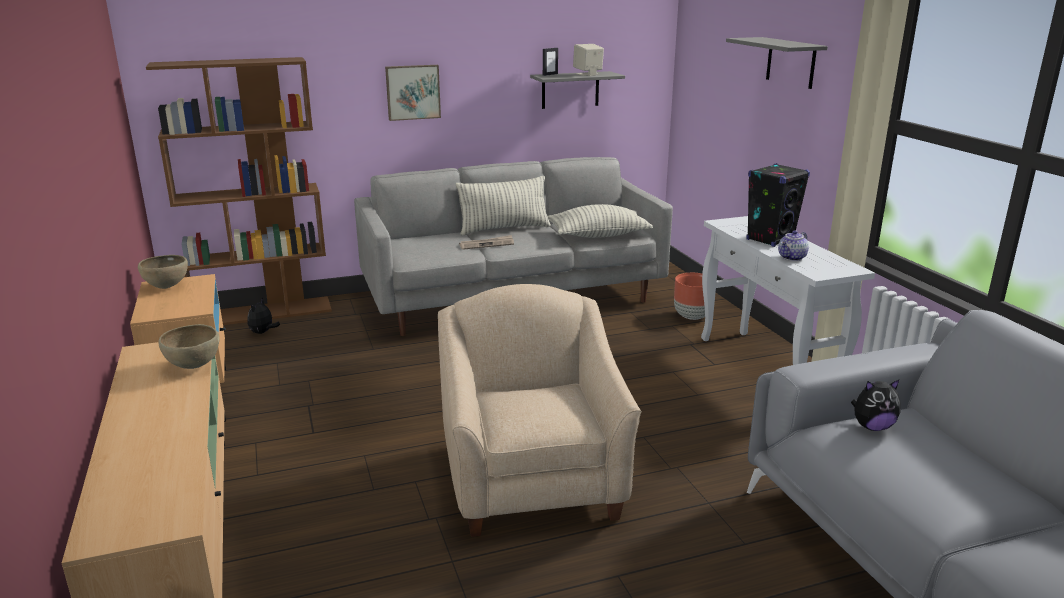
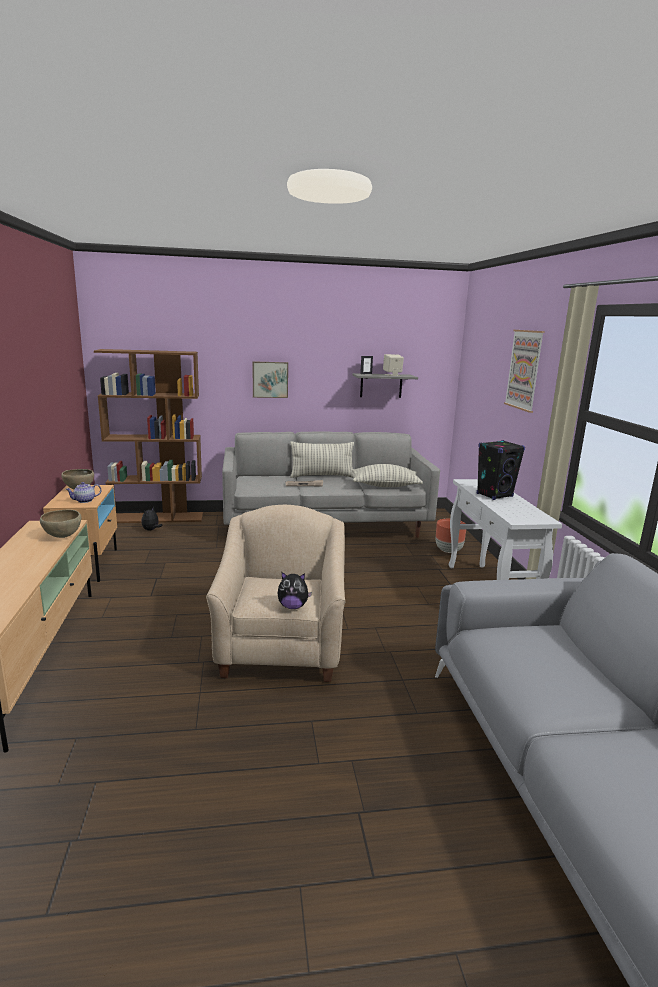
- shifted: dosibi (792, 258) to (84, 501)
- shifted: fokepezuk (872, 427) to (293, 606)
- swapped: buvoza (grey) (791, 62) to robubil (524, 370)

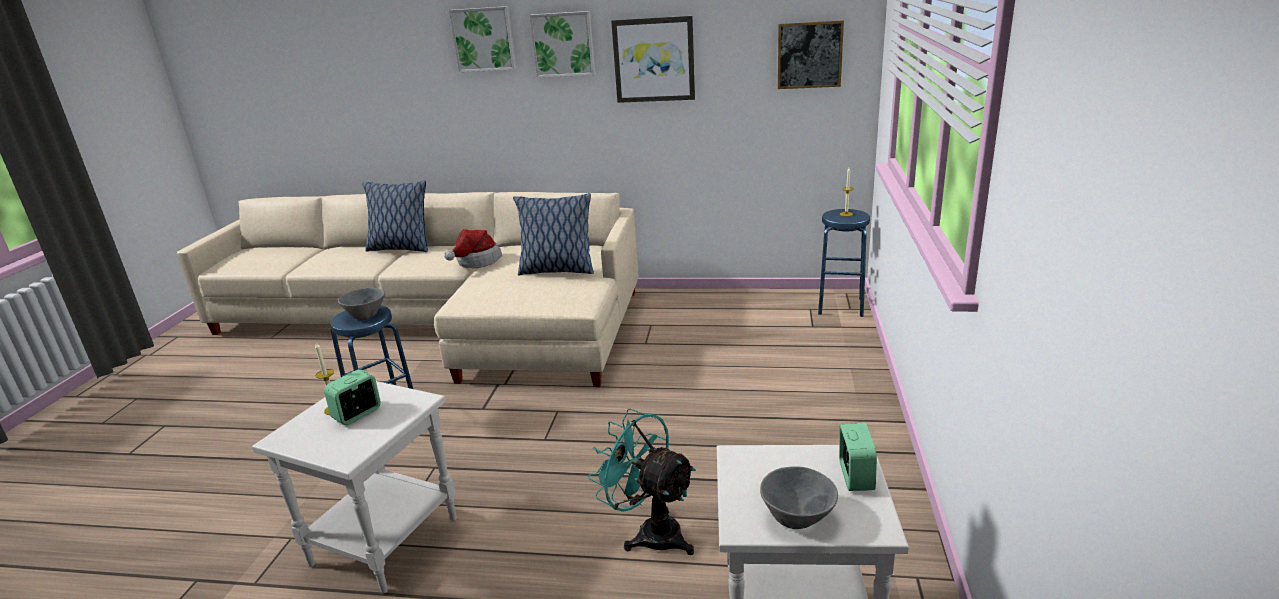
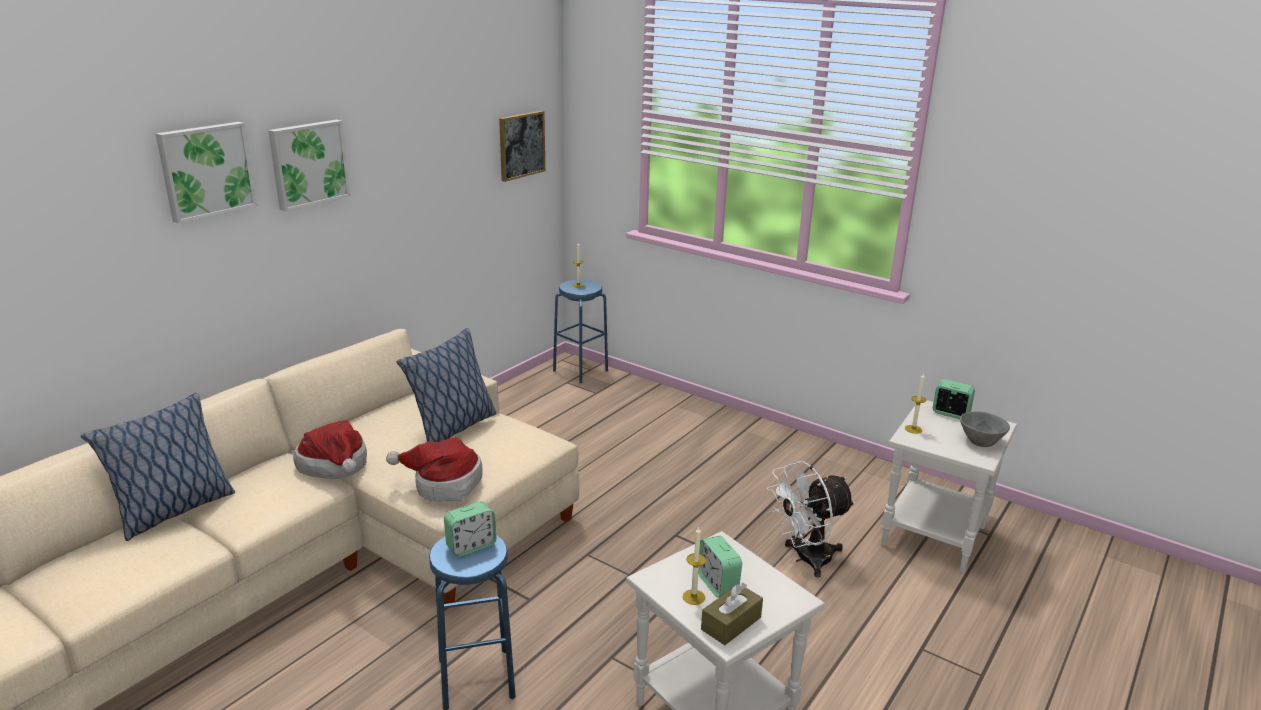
- new: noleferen (443, 484)
- swapped: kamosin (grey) (367, 315) to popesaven (471, 546)
- new: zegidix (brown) (731, 623)
- repainted: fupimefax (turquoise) (650, 532) to fupimefax (white) (805, 559)
- new: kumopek (913, 429)
- gone: robubil (654, 60)

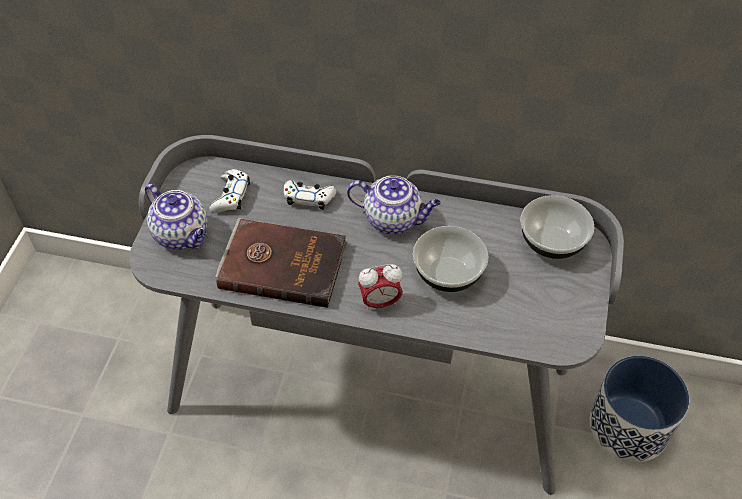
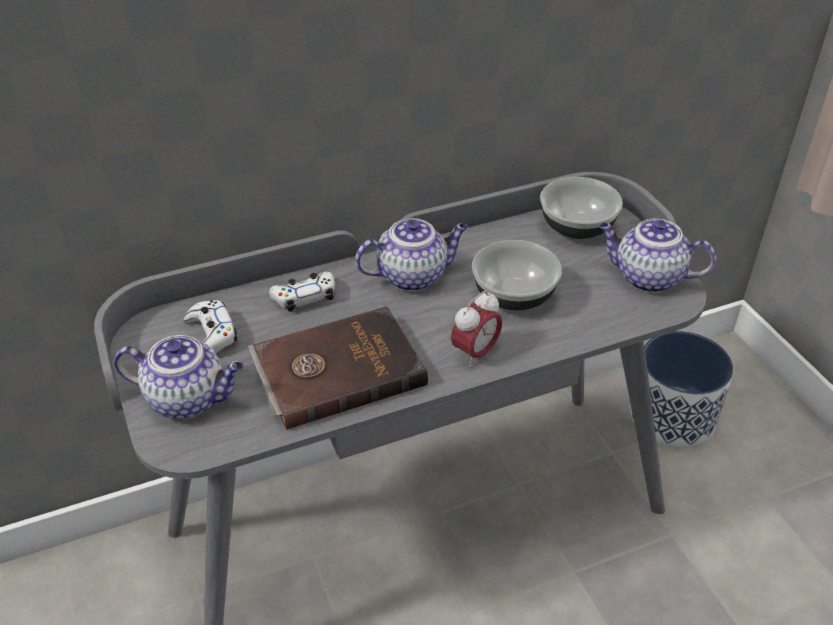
- new: dosibi (647, 278)

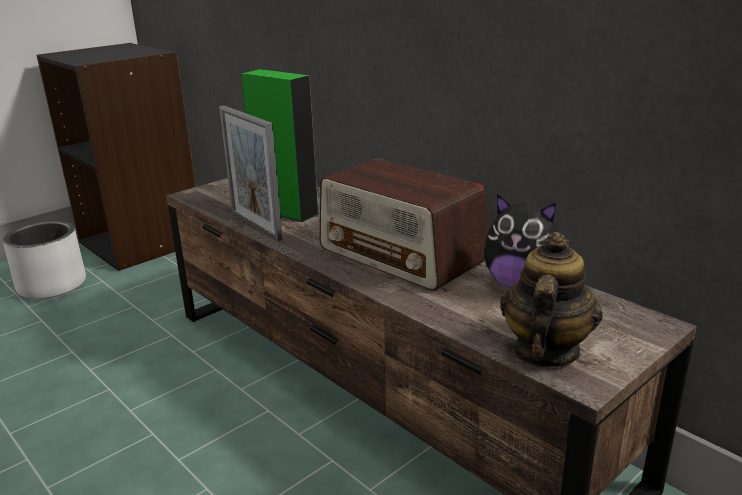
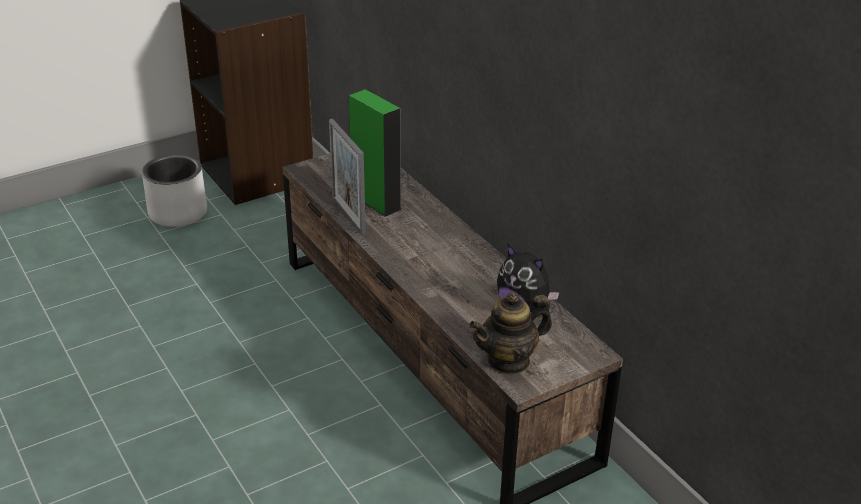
- rotated: dosibi (544, 351) = (509, 361) 150 degrees counterclockwise
- gone: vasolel (401, 255)

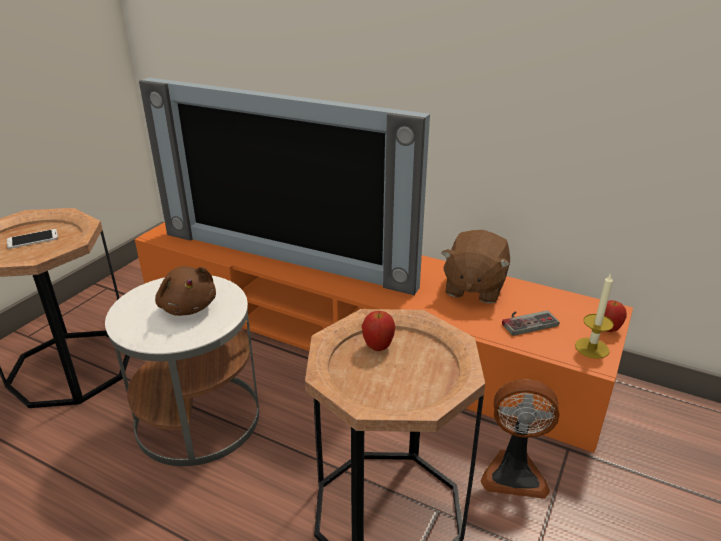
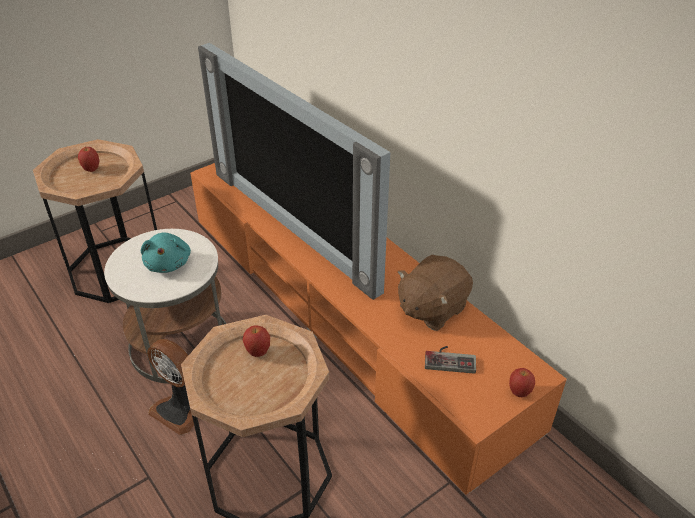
- swapped: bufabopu (32, 239) to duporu (91, 169)
- repainted: fokepezuk (brown) (188, 307) to fokepezuk (turquoise) (168, 263)
- shifted: fupimefax (514, 473) to (180, 409)
- gone: kumopek (592, 348)

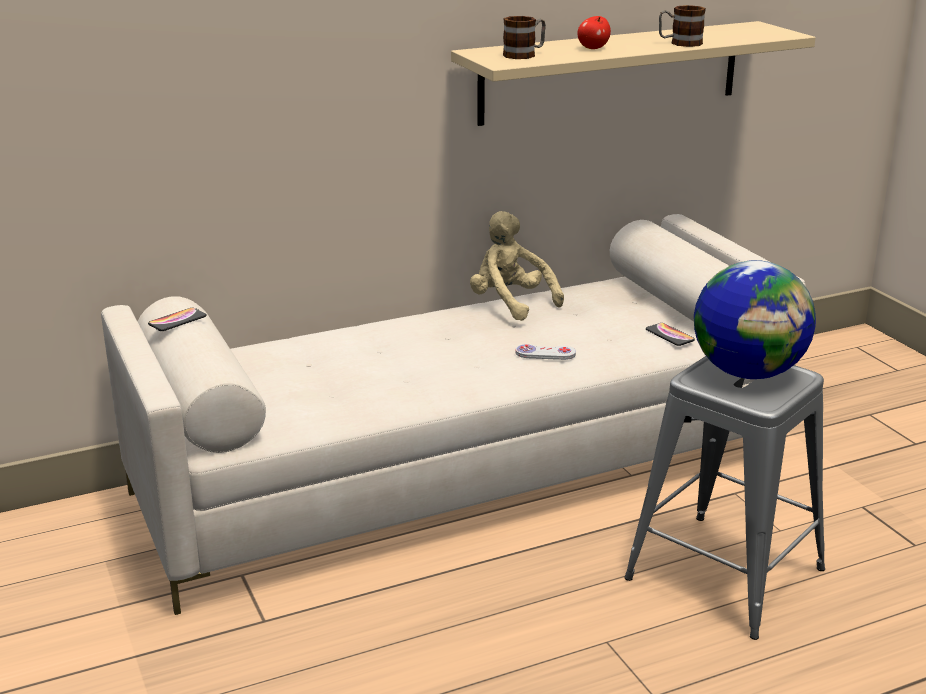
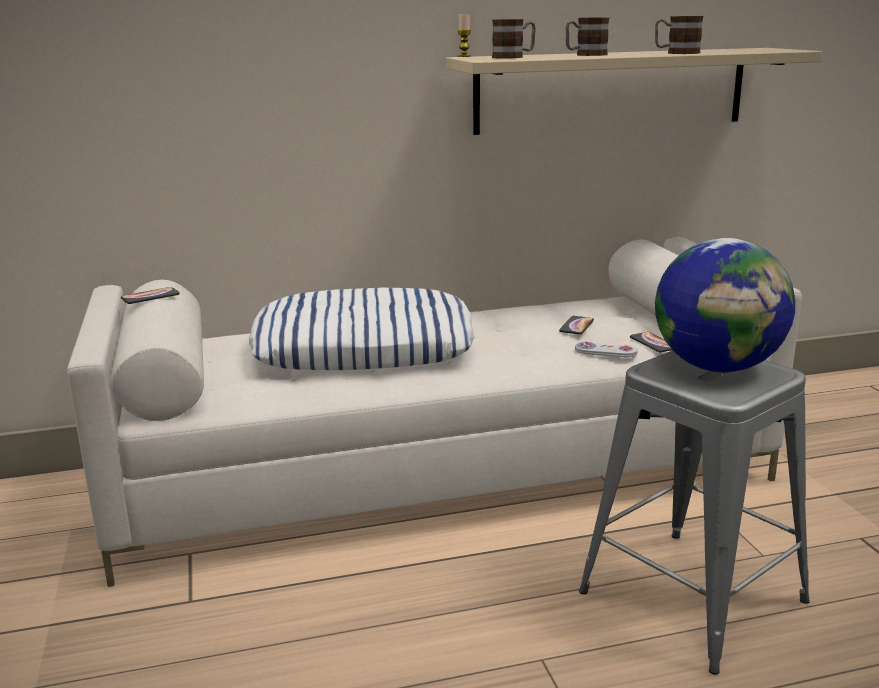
- new: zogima (364, 346)
- new: kumopek (464, 56)
- new: bufabopu (576, 326)
- swapped: duporu (593, 48) to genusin (585, 55)
- shifted: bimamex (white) (545, 354) to (605, 351)
- gone: fokepezuk (beige) (510, 303)

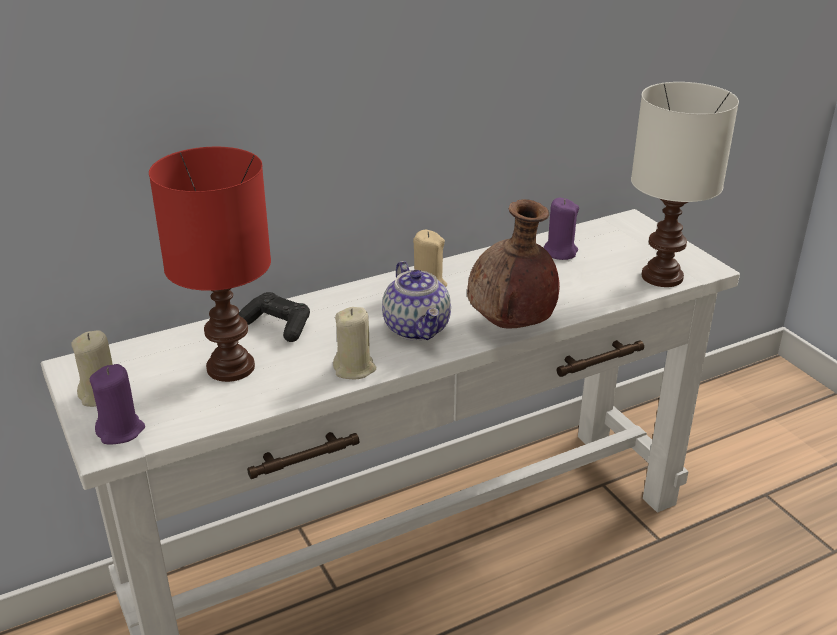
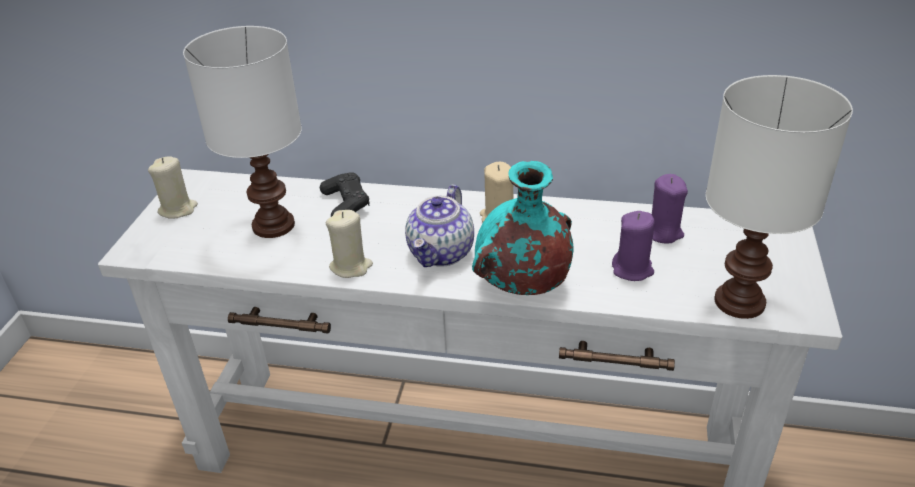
- repainted: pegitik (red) (230, 366) to pegitik (white) (274, 224)
- repainted: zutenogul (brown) (511, 326) to zutenogul (turquoise) (521, 286)
- shifted: kumopek (purple) (121, 431) to (632, 269)

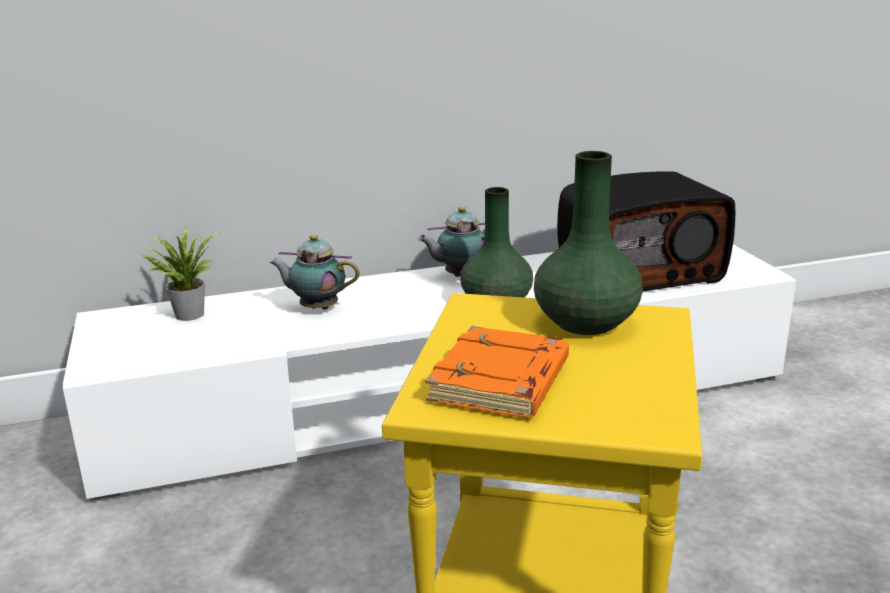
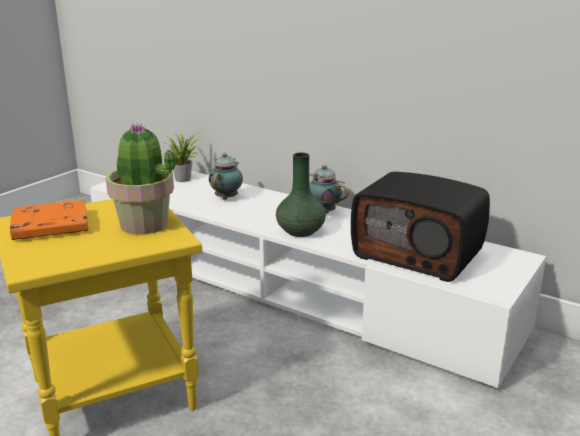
- swapped: zutenogul (green) (584, 323) to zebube (144, 225)
- rotated: dosibi (316, 308) = (227, 197) 45 degrees clockwise

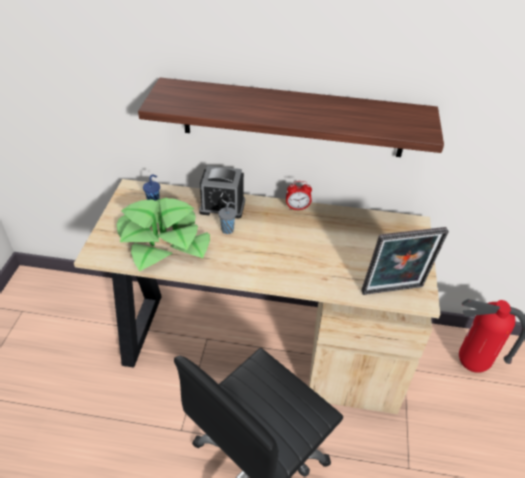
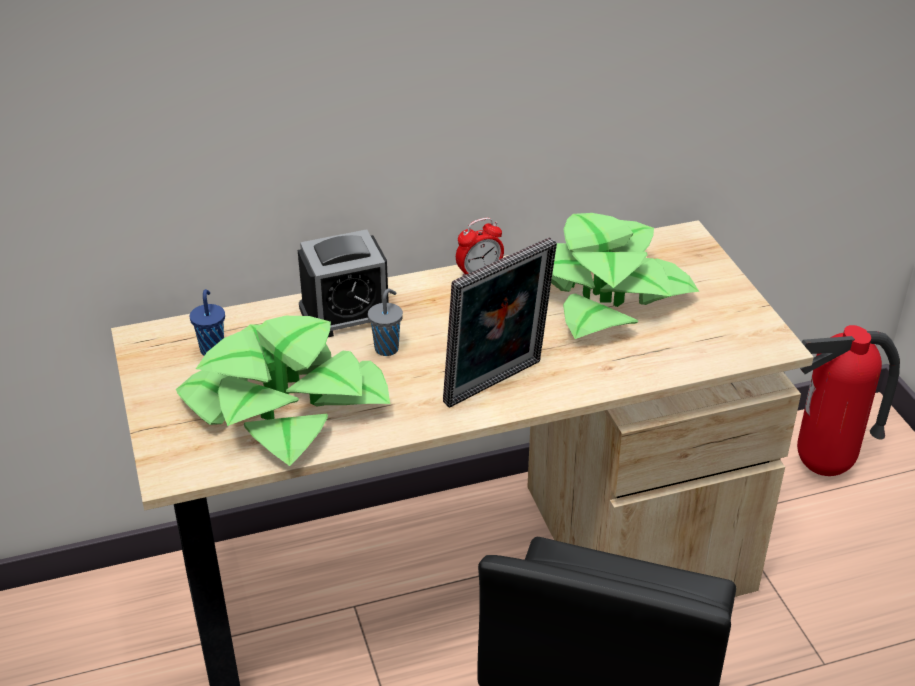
- shifted: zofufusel (393, 292) to (497, 385)
- new: zebube (607, 292)
- gone: buvoza (293, 118)

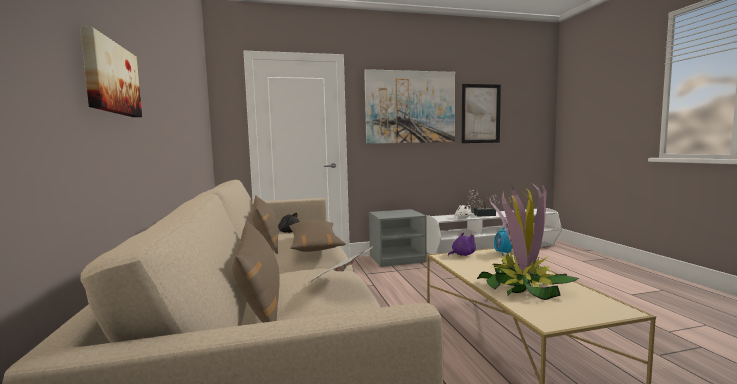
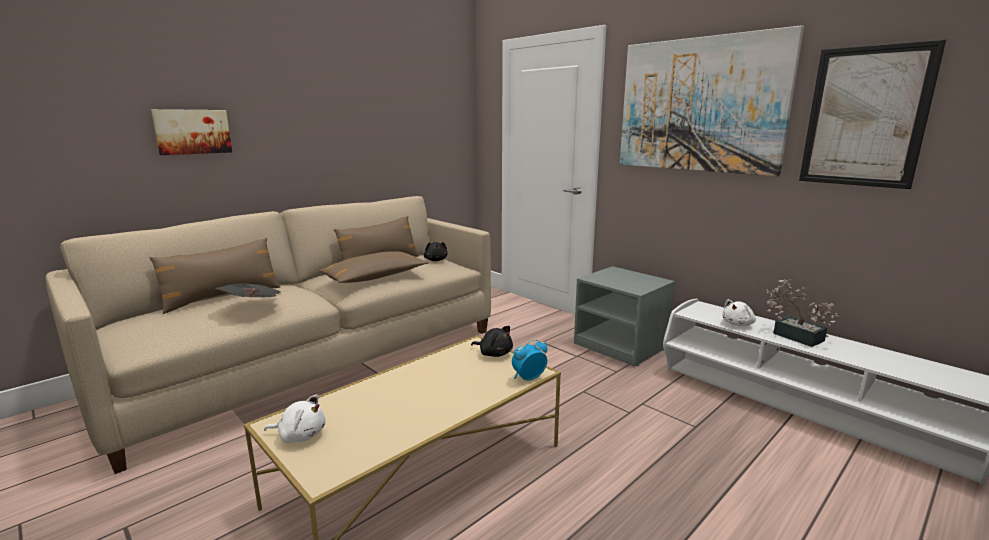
- new: fokepezuk (white) (300, 435)
- repainted: fokepezuk (purple) (462, 255) to fokepezuk (black) (494, 353)
- gone: zebube (522, 287)

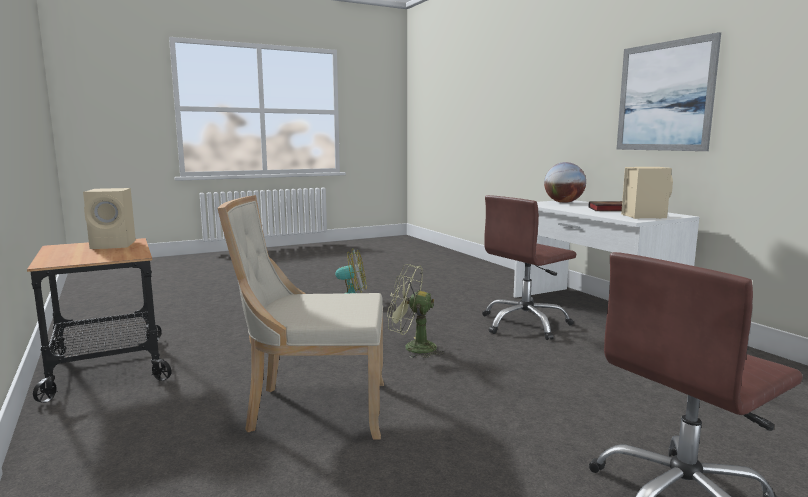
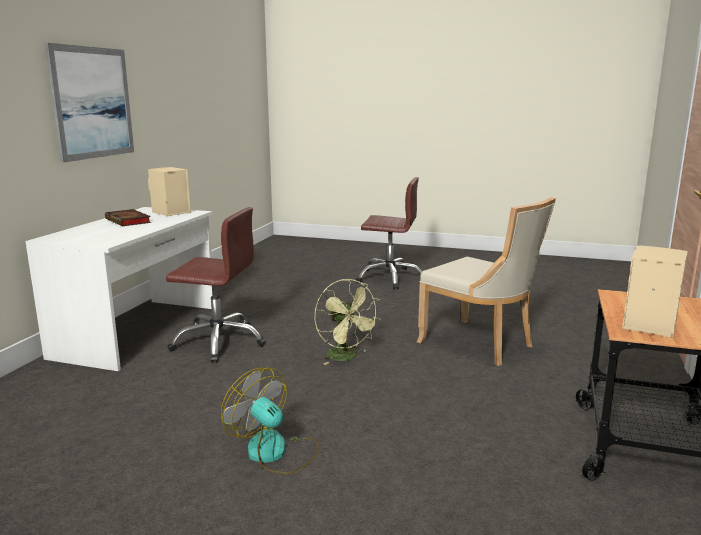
- gone: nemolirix (563, 202)

